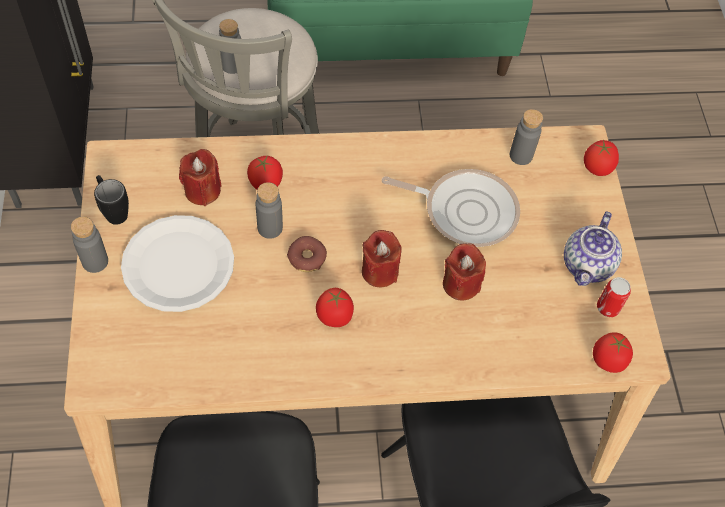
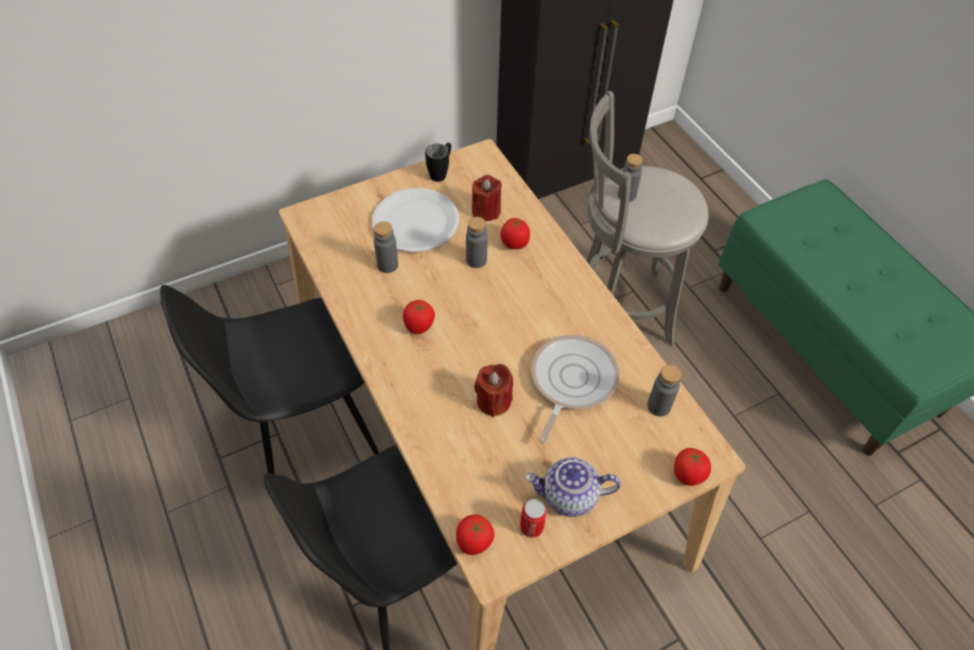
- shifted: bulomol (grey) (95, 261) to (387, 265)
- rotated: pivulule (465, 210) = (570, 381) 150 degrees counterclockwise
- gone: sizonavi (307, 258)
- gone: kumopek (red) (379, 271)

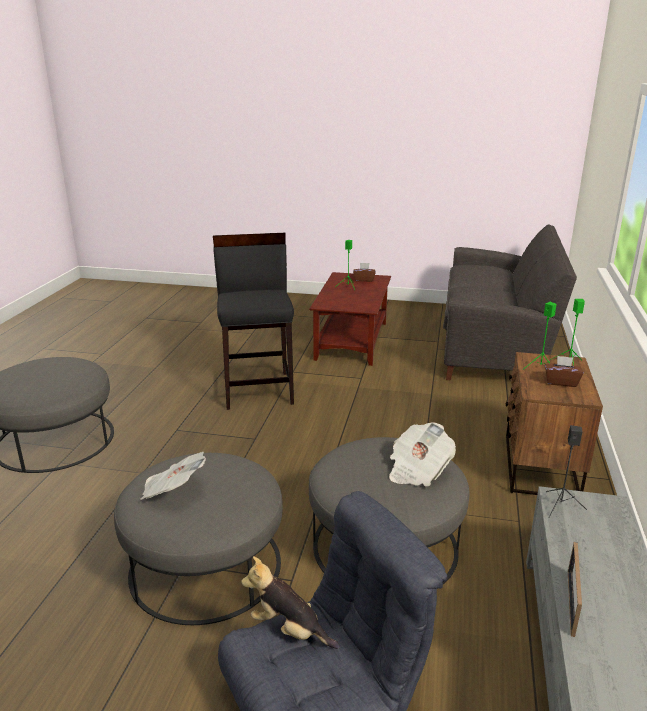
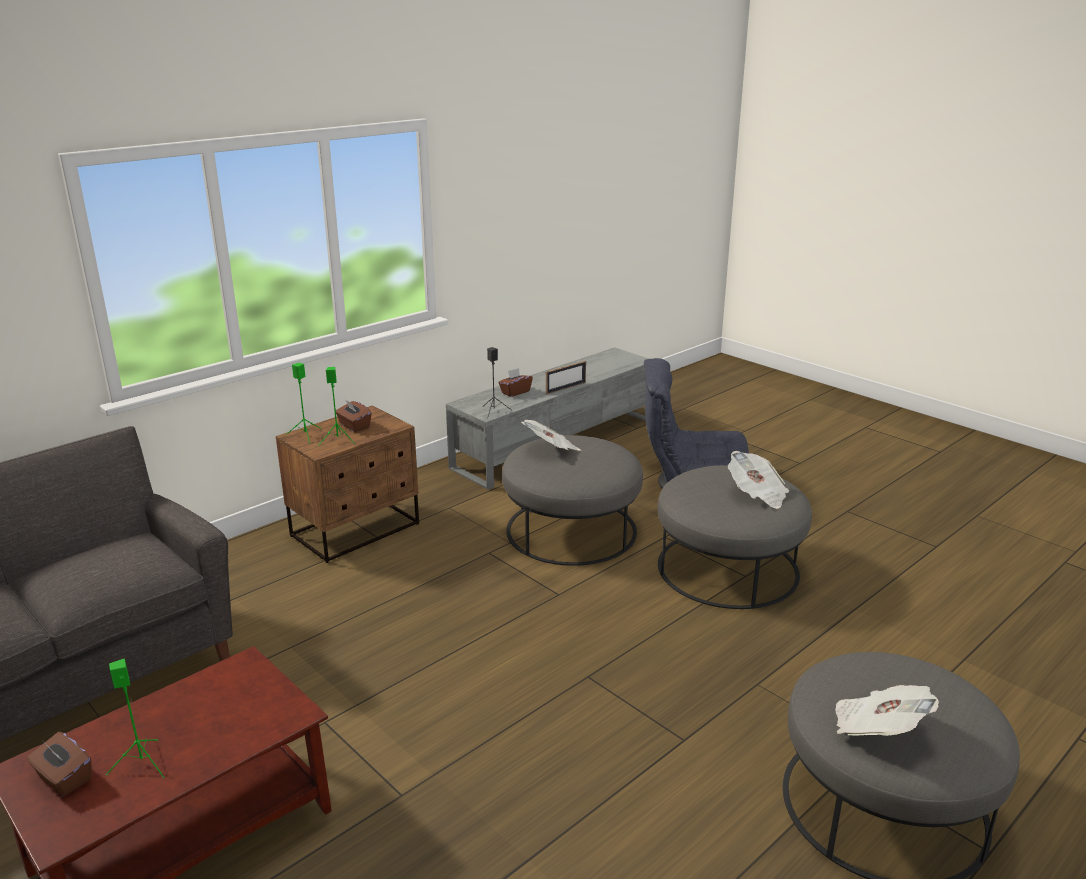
- new: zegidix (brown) (515, 392)
- new: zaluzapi (877, 729)
- gone: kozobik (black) (258, 389)
- gone: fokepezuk (289, 630)

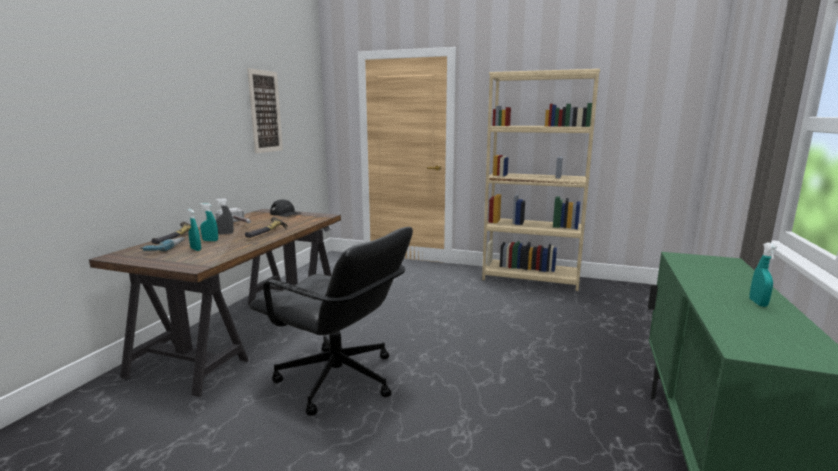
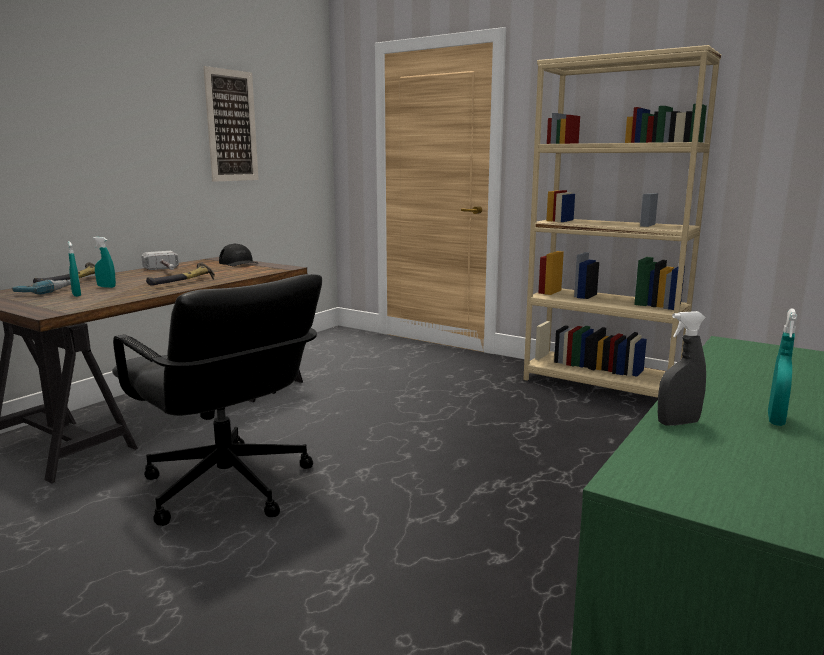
- shifted: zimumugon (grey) (225, 233) to (678, 423)

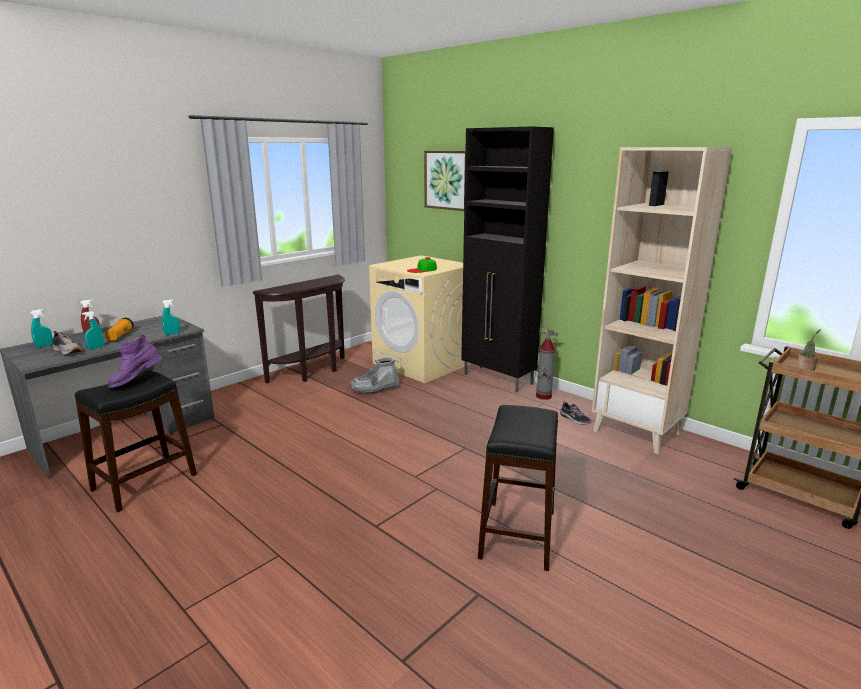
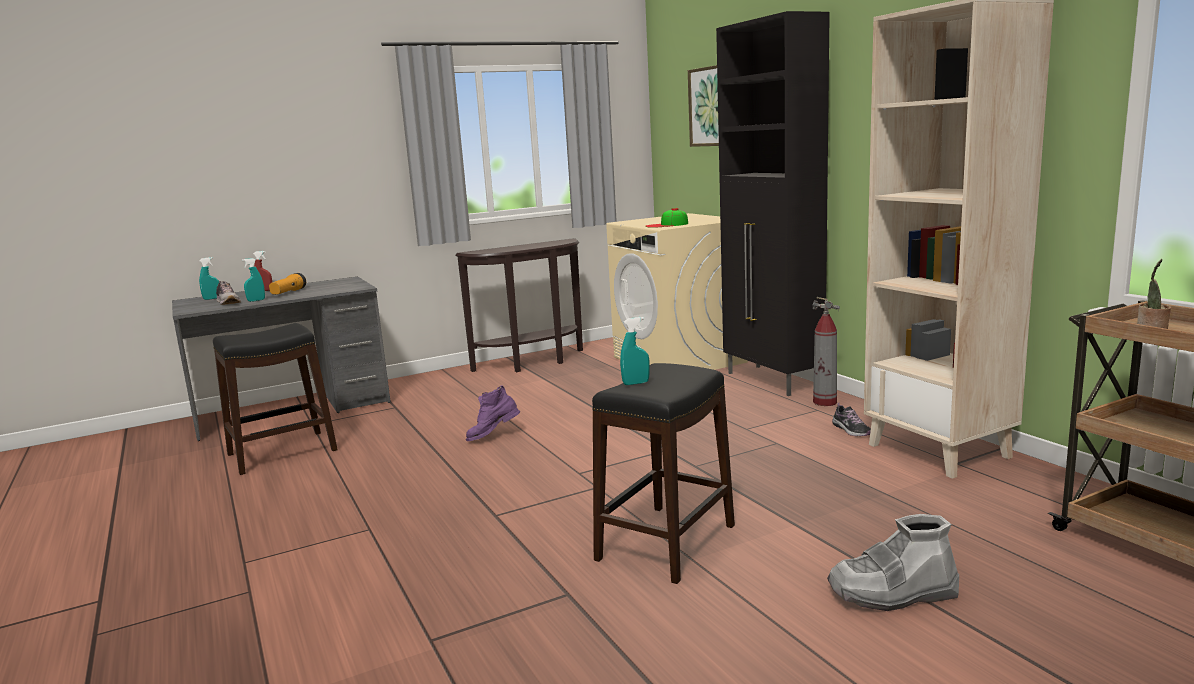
- shifted: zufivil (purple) (137, 381) to (493, 436)
- shifted: zimumugon (turquoise) (172, 334) to (636, 383)
- shifted: zufivil (grey) (375, 389) to (892, 593)

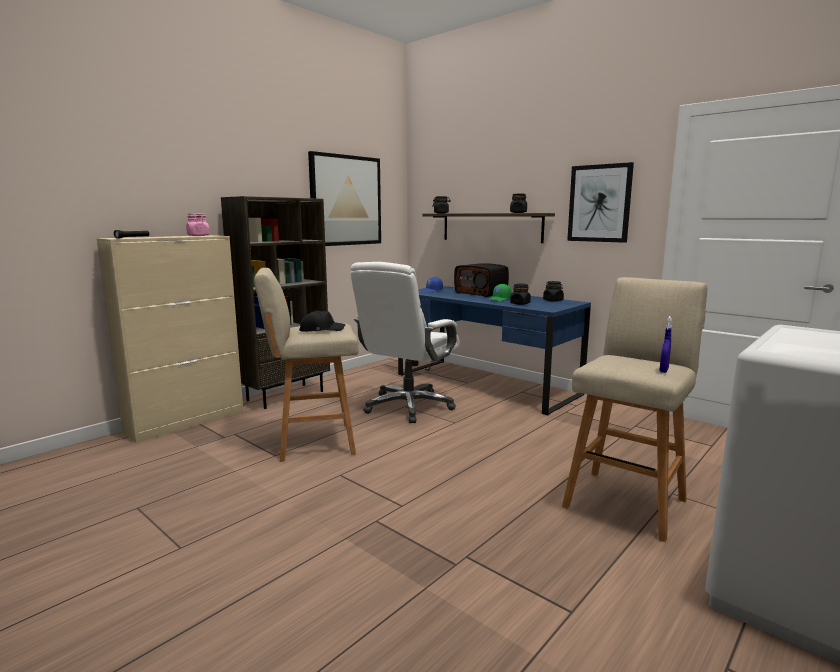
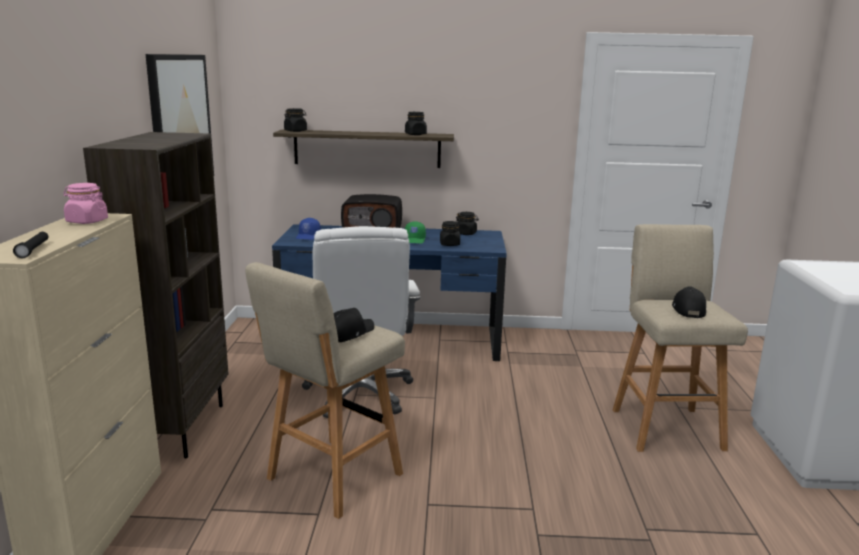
- new: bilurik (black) (688, 309)
- gone: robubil (599, 203)
- gone: zimumugon (blue) (663, 370)

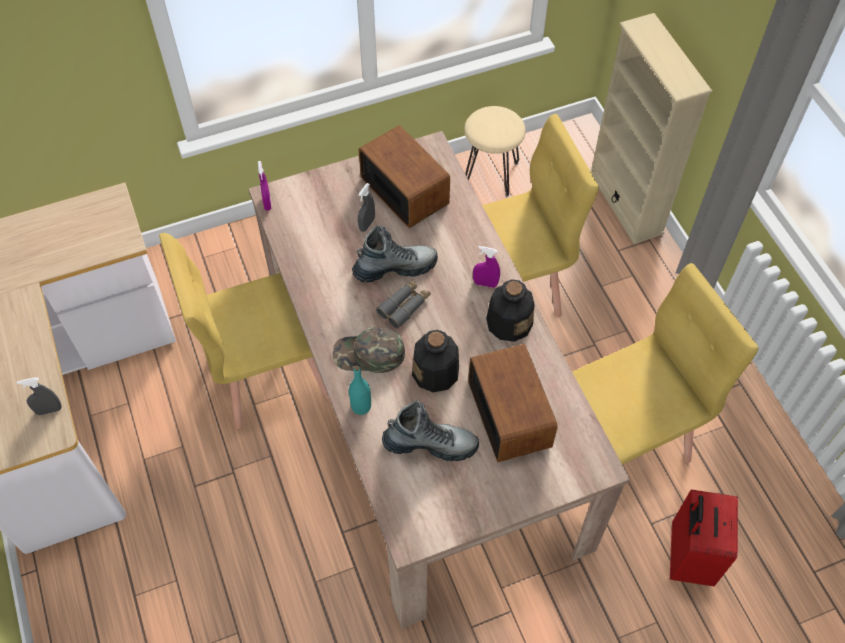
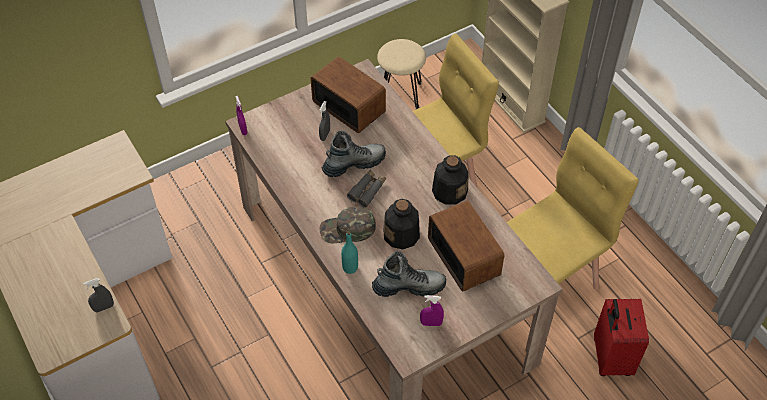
- shifted: zimumugon (purple) (485, 283) to (431, 323)
- gone: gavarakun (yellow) (269, 373)

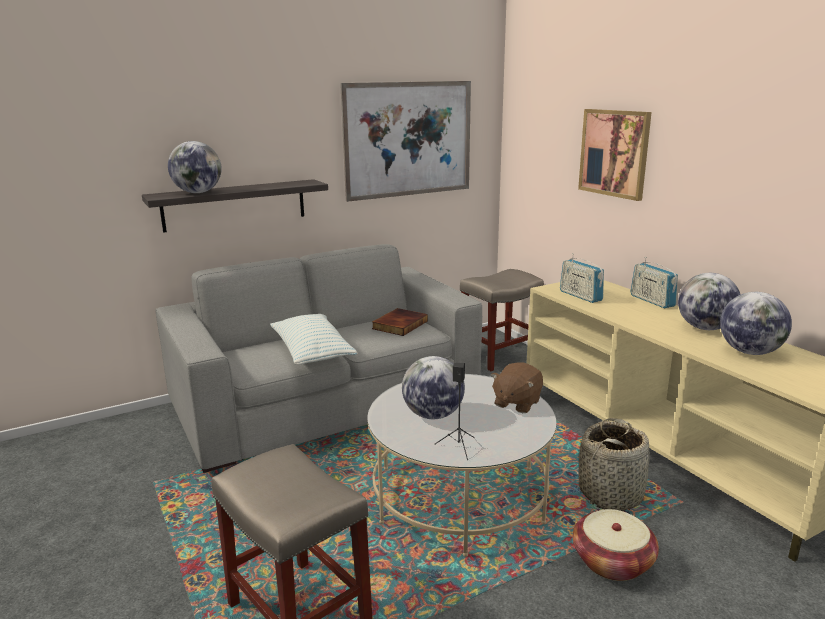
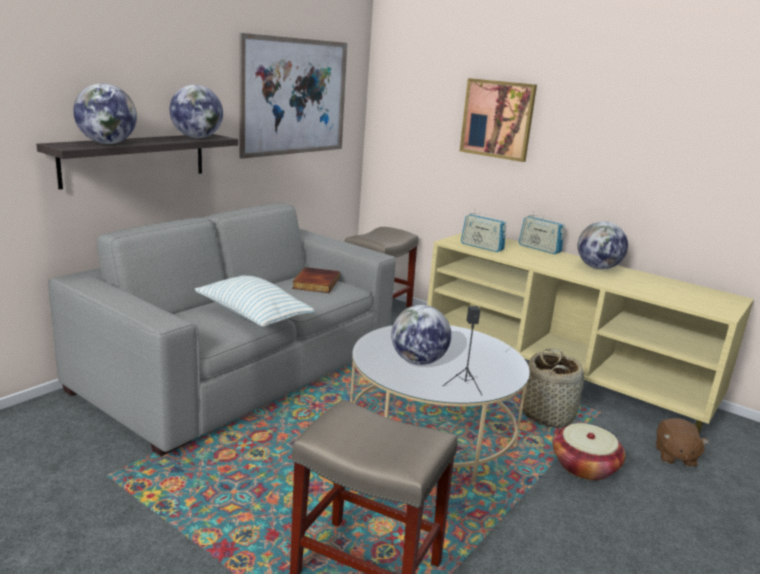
- shifted: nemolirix (749, 352) to (197, 137)
- shifted: fokepezuk (brown) (516, 403) to (674, 456)

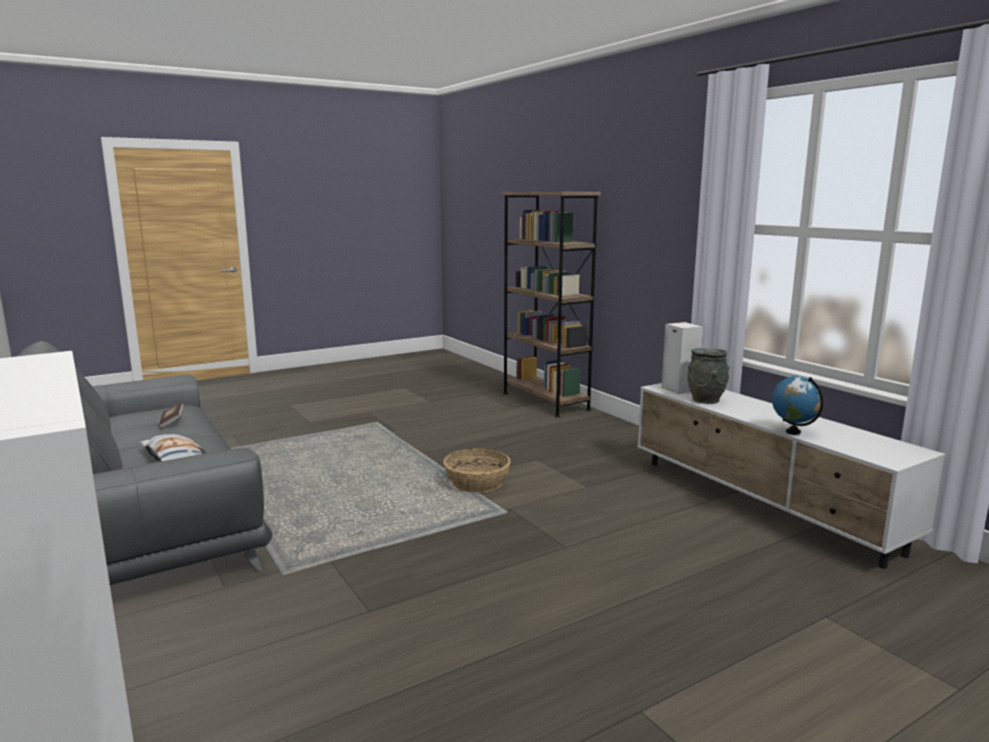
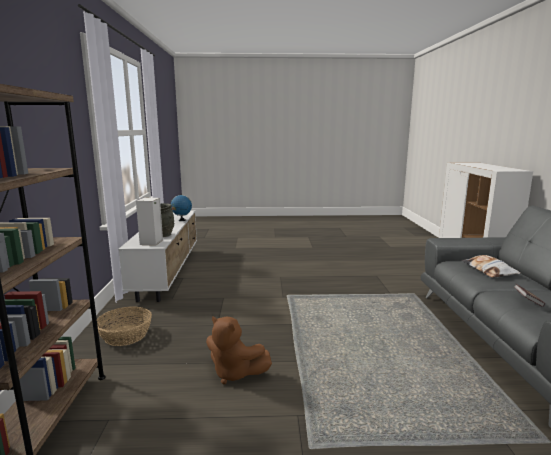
- shifted: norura (477, 483) to (126, 335)
- new: fokepezuk (brown) (234, 373)

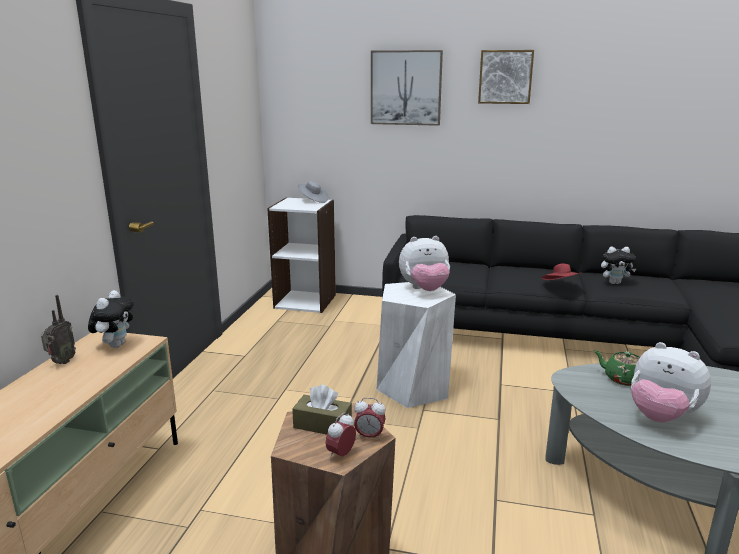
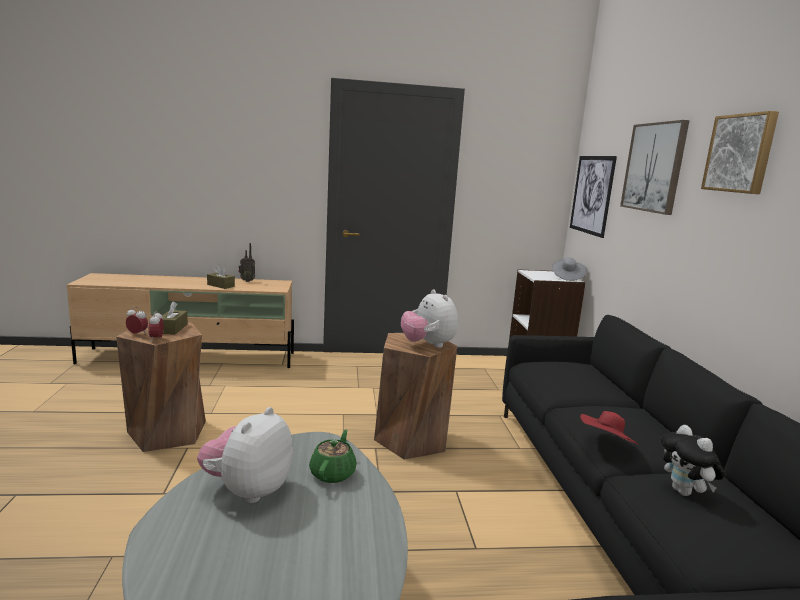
- new: zegidix (brown) (221, 285)
- repainted: kozobik (white) (413, 388) to kozobik (brown) (411, 440)
- new: robubil (592, 195)
- gone: fokepezuk (115, 345)

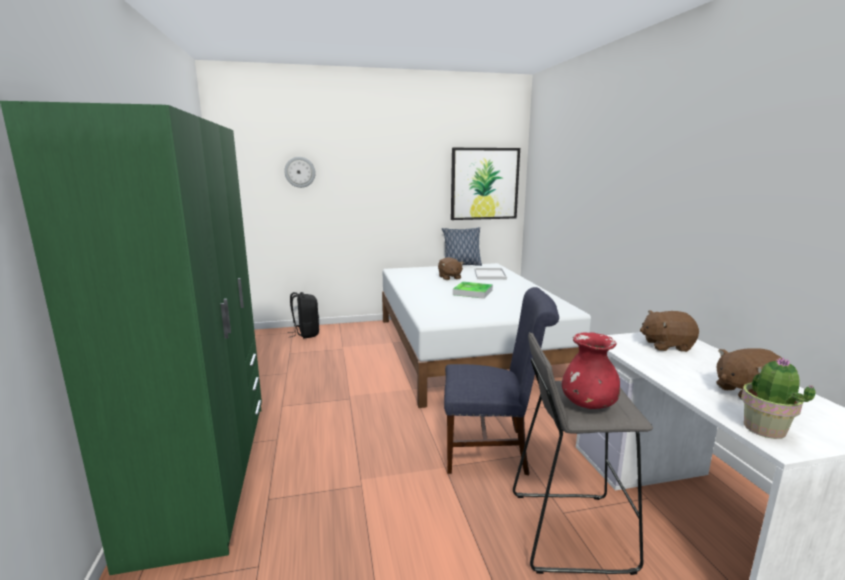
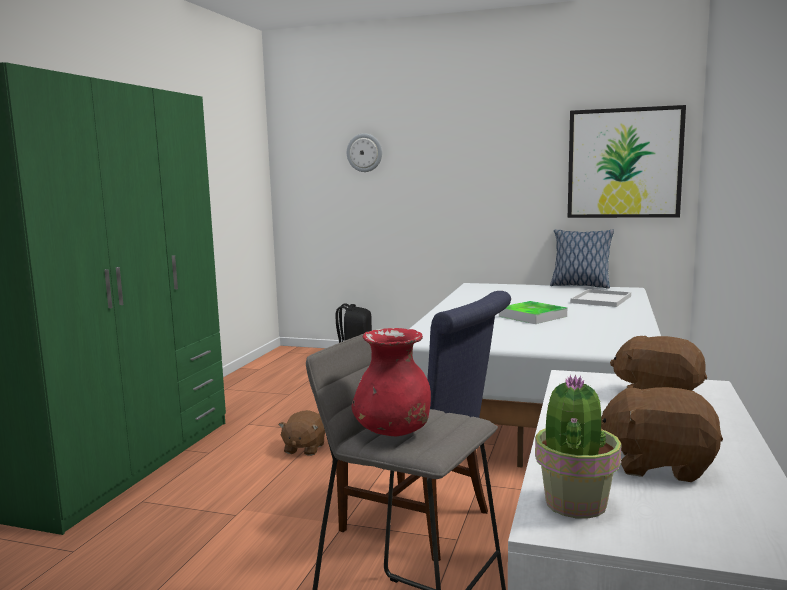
- shifted: fokepezuk (brown) (449, 277) to (304, 448)

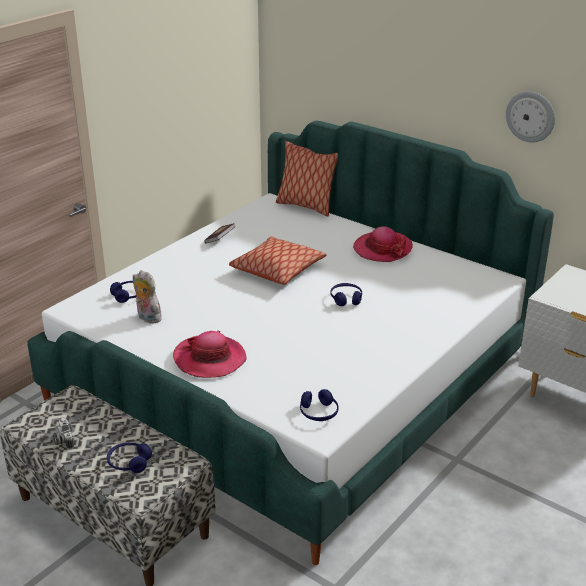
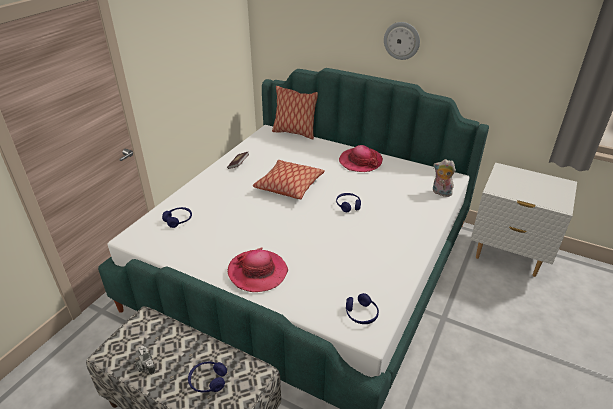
- shifted: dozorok (530, 116) to (402, 40)
- shifted: fokepezuk (147, 318) to (440, 193)

